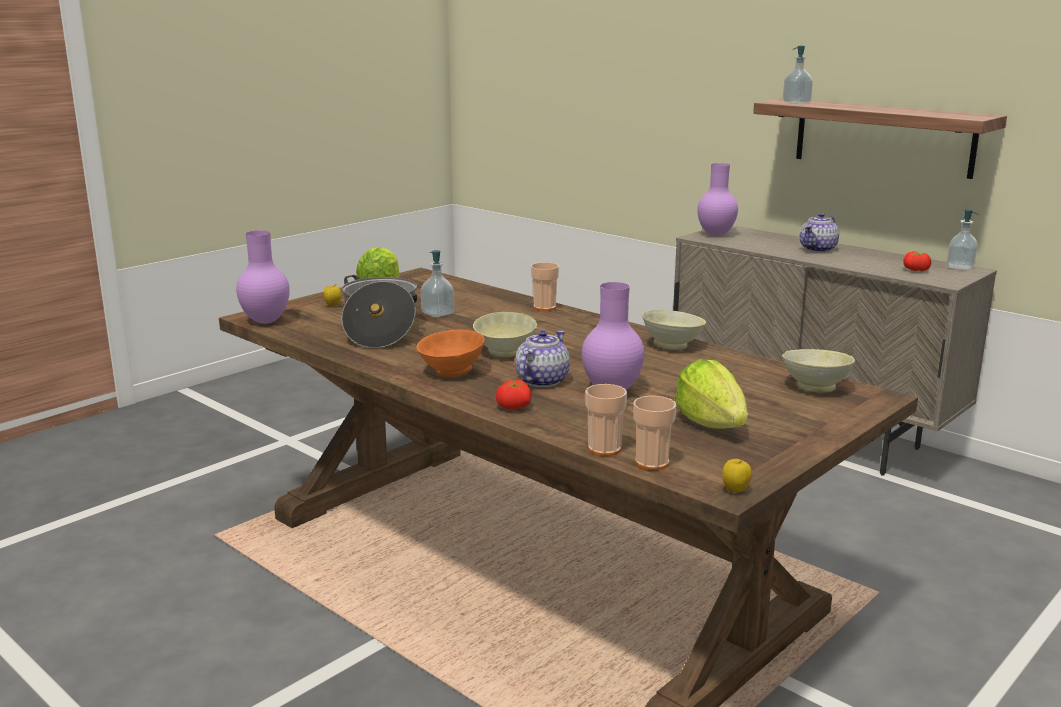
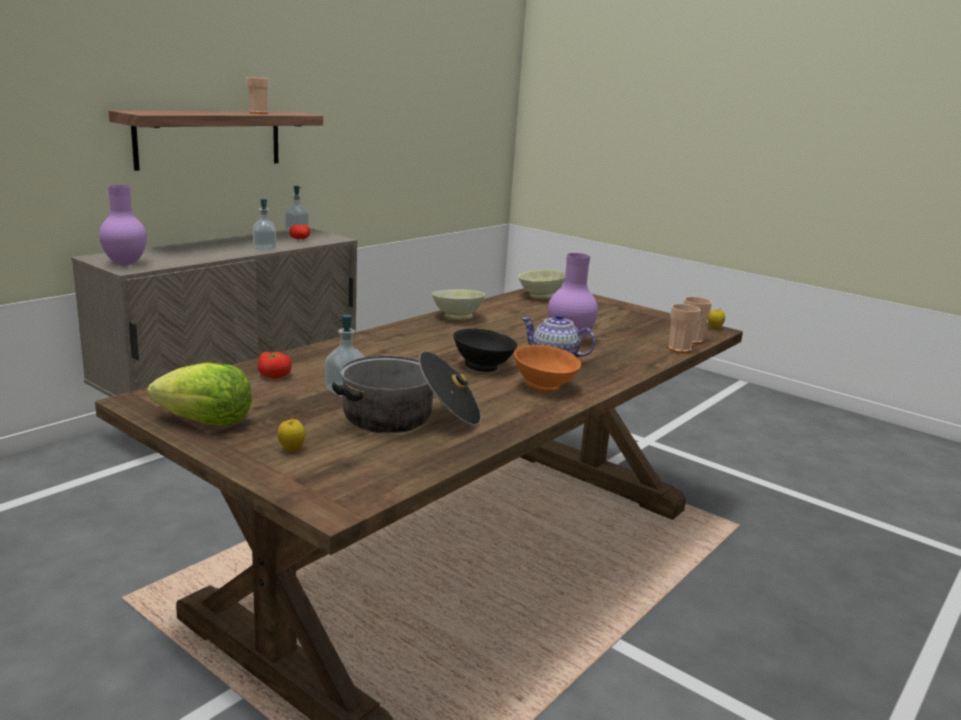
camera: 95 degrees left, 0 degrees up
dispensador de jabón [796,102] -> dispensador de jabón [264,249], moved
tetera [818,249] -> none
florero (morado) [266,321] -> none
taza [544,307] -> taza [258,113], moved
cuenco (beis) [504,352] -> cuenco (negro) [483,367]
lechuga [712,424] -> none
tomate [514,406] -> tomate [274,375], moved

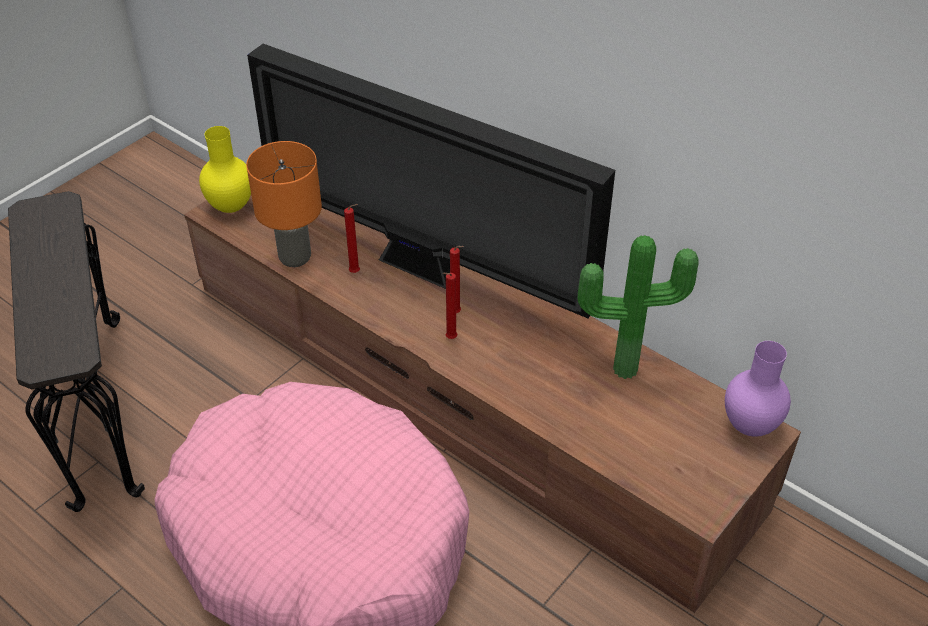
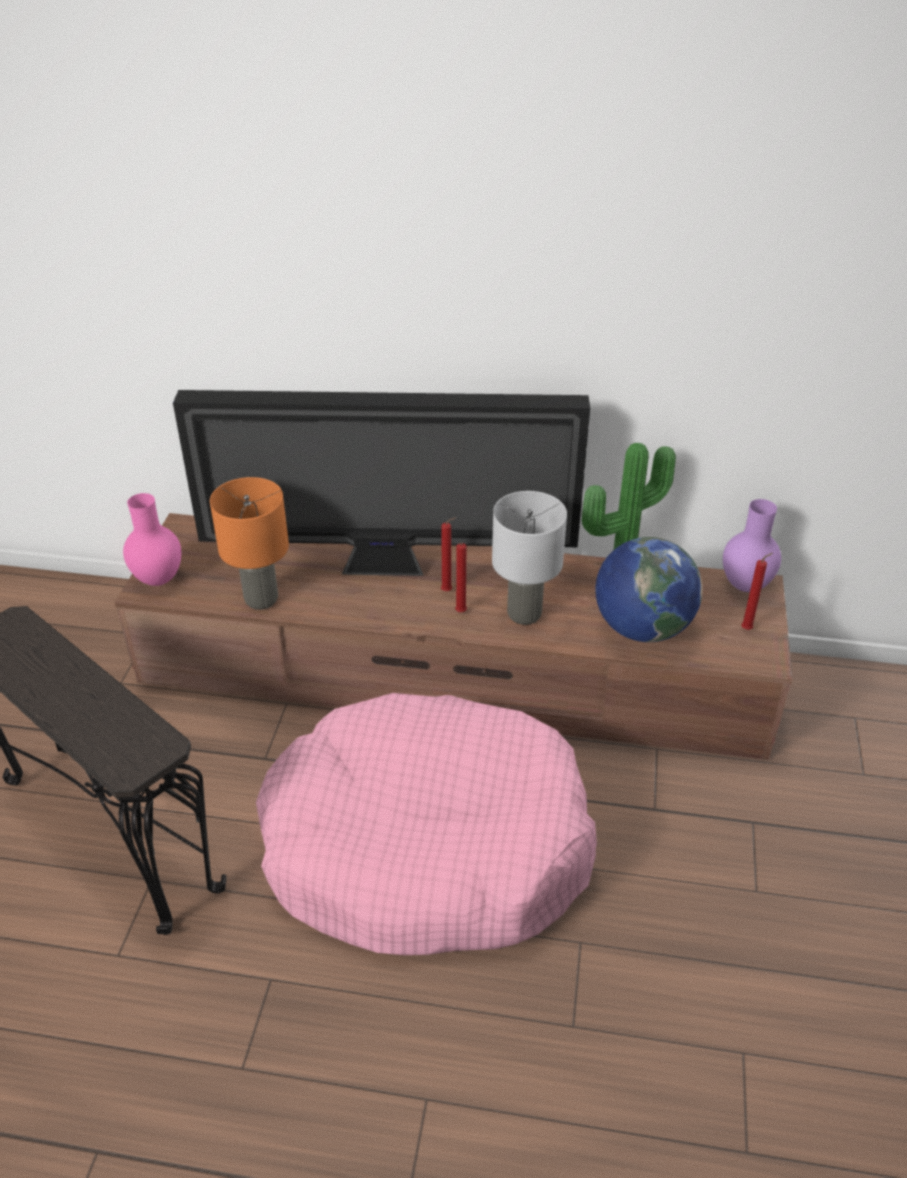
camera: 30 degrees left, 5 degrees down
florero (amarillo) [230,208] -> florero (rosa) [158,580]
vela (rojo) [356,272] -> vela (rojo) [748,629], moved
none -> lámpara de mesa (blanco) [523,614]
none -> globo terráqueo [642,628]

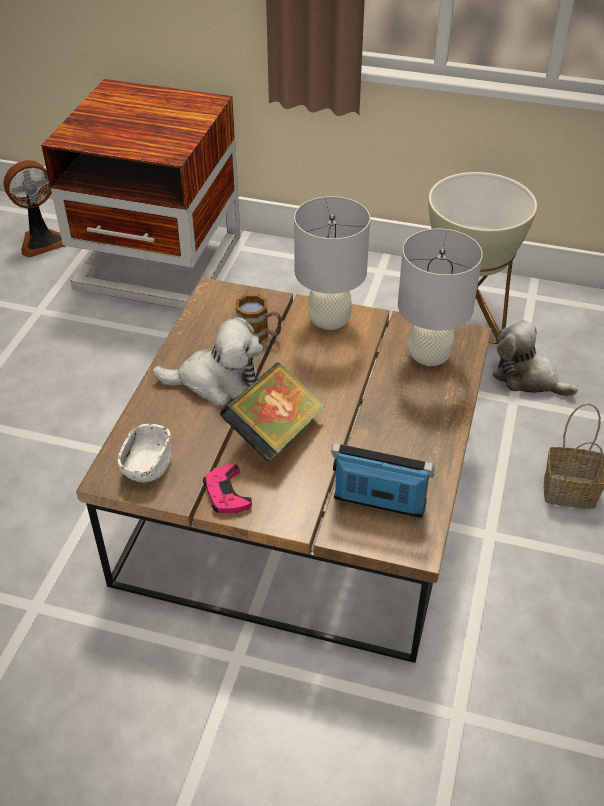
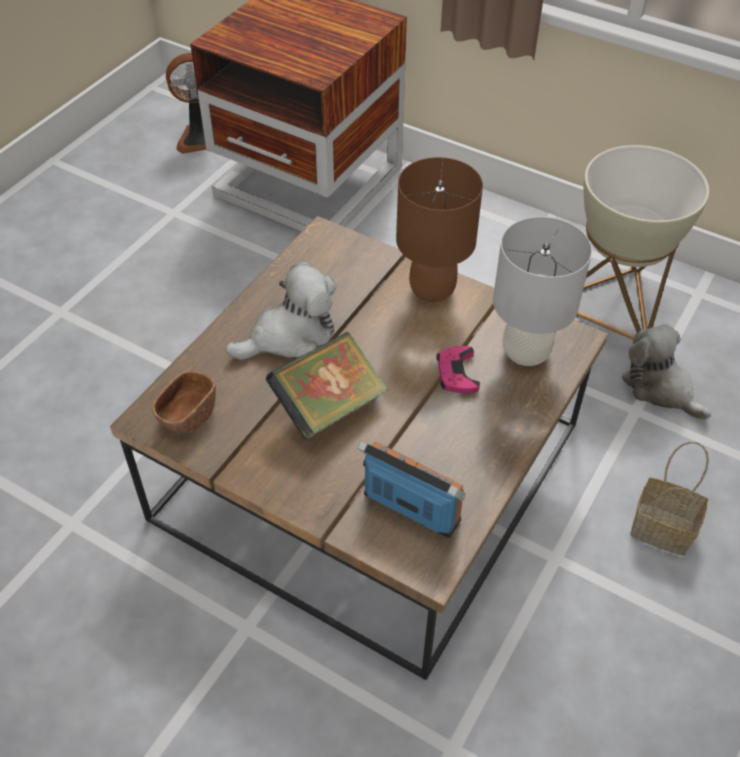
camera: 15 degrees right, 5 degrees up
lámpara de mesa (gris) [330,322] -> lámpara de mesa (marrón) [433,293]
taza grande [259,334] -> none
peluche [216,382] -> peluche [290,336], 45 degrees counterclockwise
cuenco (blanco) [147,466] -> cuenco (marrón) [188,415]
mando de consola (rosa) [226,493] -> mando de consola (rosa) [457,373], moved

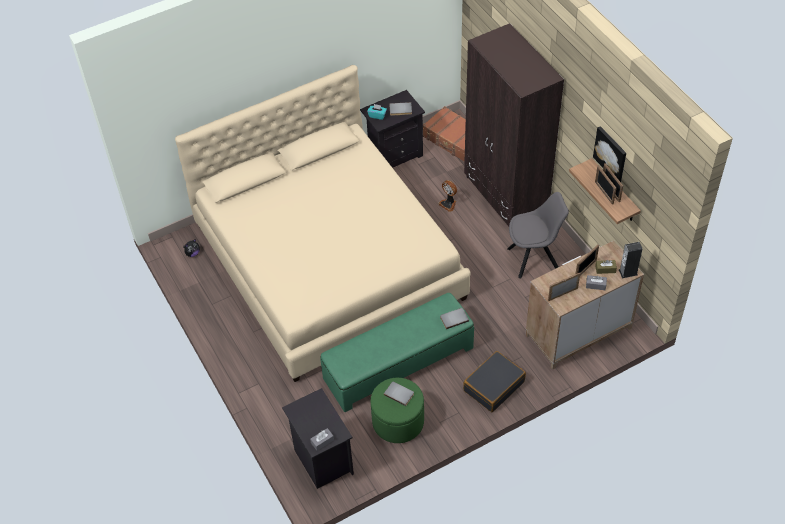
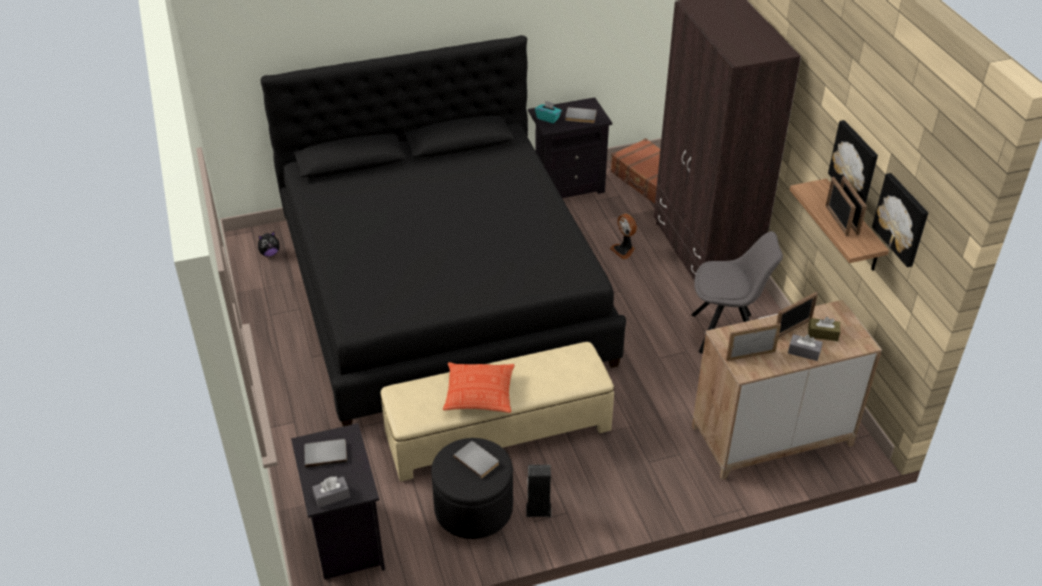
camera: 10 degrees right, 10 degrees down
cama (beis) [328,261] -> cama (negro) [442,290]
altavoz [628,272] -> altavoz [538,510], moved
banco (verde) [399,362] -> banco (beis) [499,430]
libro (gris) [454,318] -> libro (gris) [325,453], moved
maleta (negro) [493,386] -> none
puf (verde) [398,421] -> puf (negro) [473,508]
none -> cuadro [902,219]
none -> cojín (naranja) [479,395]

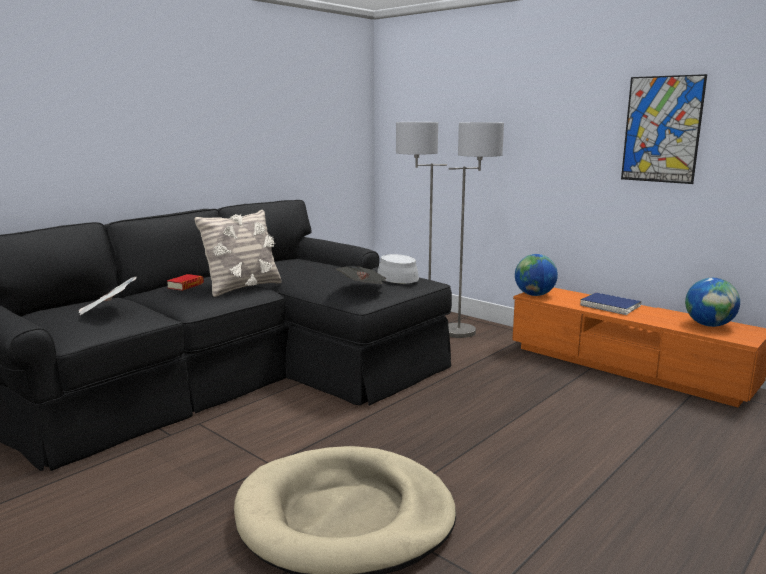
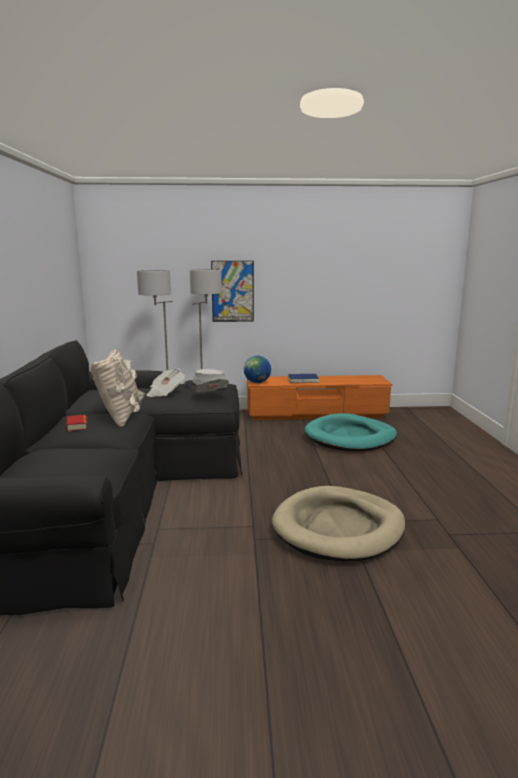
camera: 45 degrees left, 0 degrees up
cuadro [662,129] -> cuadro [232,291], moved
periódico [107,311] -> periódico [165,393], moved
globo terráqueo [709,325] -> none
none -> cama para perro (turquesa) [350,437]

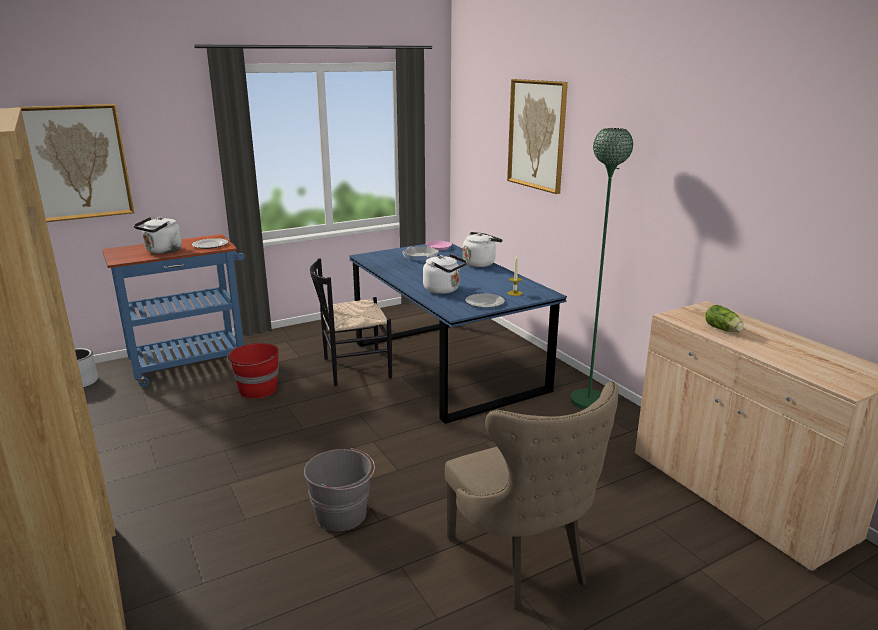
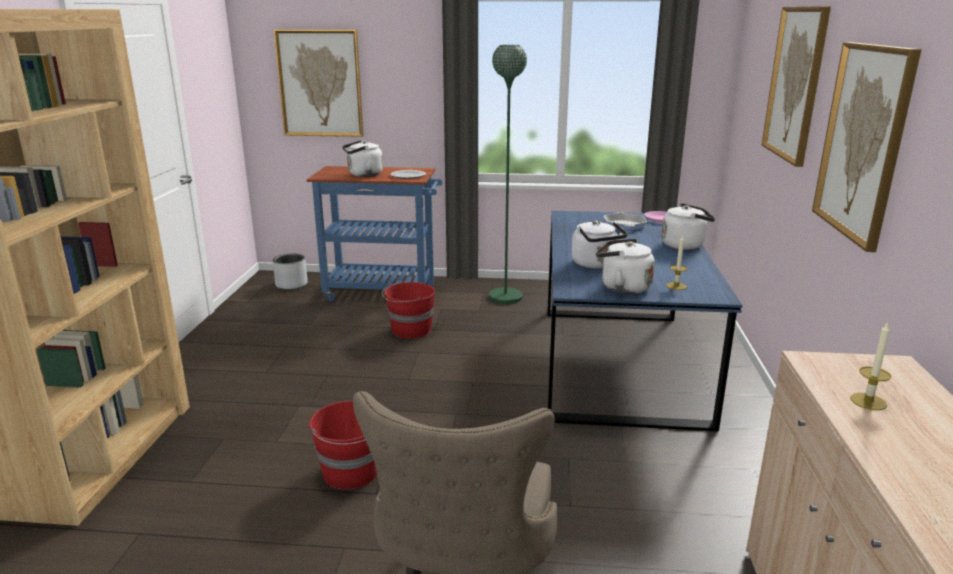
camera: 35 degrees right, 0 degrees up
lámpara de pie (verde) [589,401] -> lámpara de pie (verde) [505,297], moved
silla (negro) [353,369] -> none
plato [484,302] -> hervidor (blanco) [622,287]
lechuga [723,330] -> vela [868,401]
cubo (gris) [342,514] -> cubo (rojo) [352,472]
none -> cuadro [863,142]

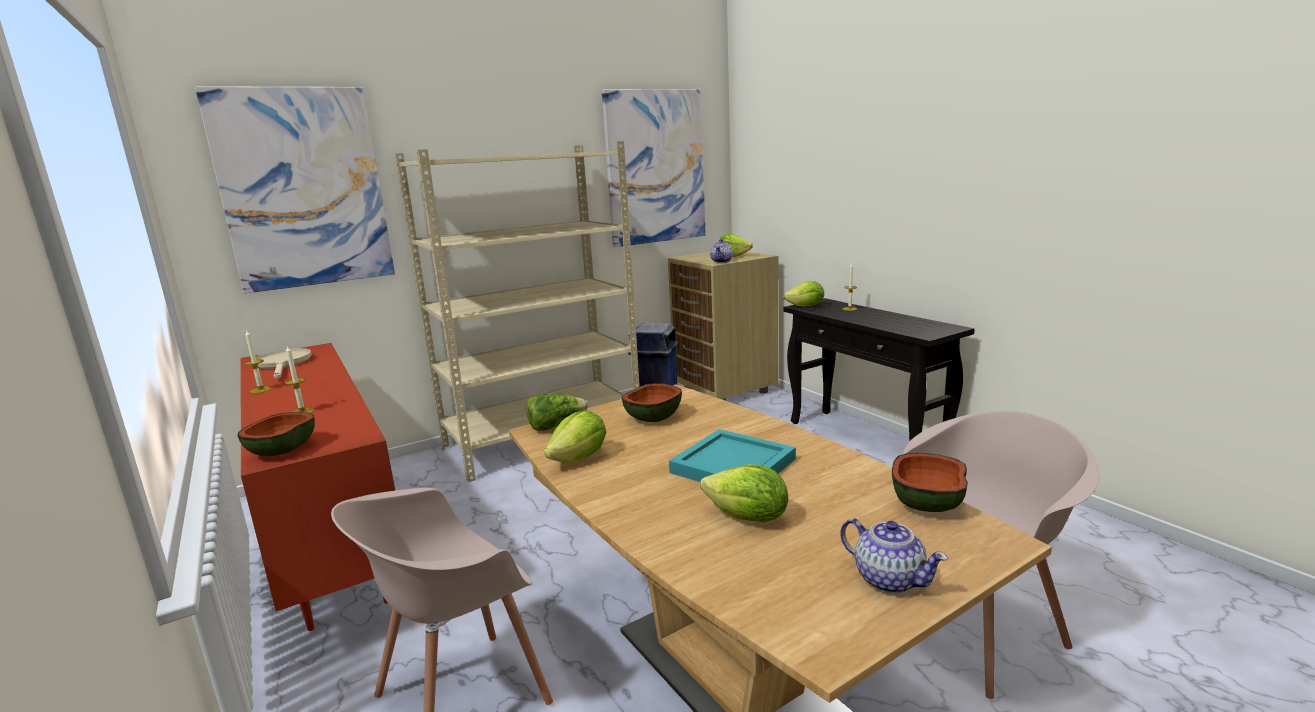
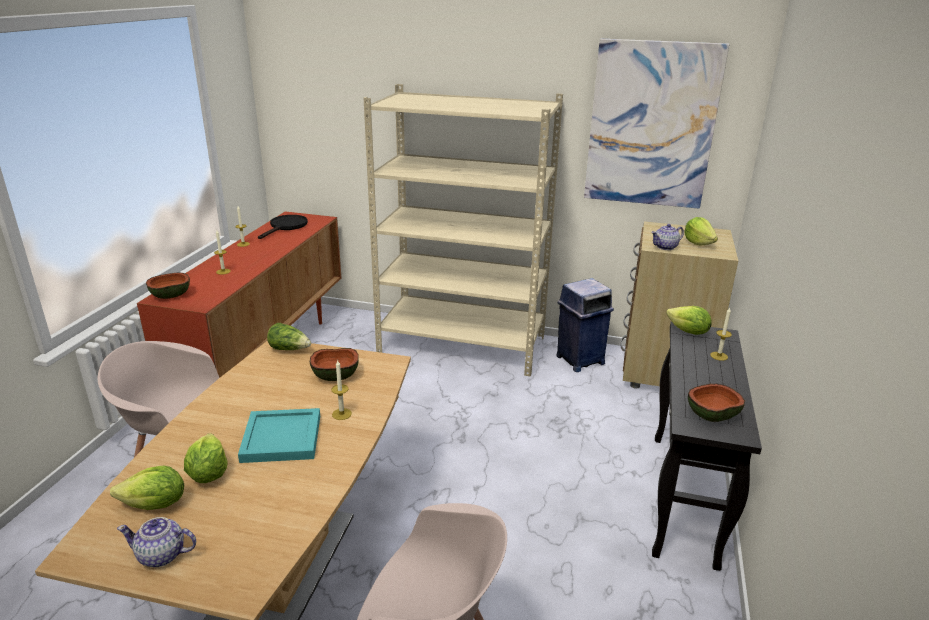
camera: 45 degrees right, 10 degrees up
cuadro [303,189] -> none
sartén (beis) [283,364] -> sartén (negro) [286,227]
lechuga [579,458] -> lechuga [155,505], moved
cuenco [928,504] -> cuenco [712,416], moved
tetera [888,579] -> tetera [162,555], 90 degrees clockwise
none -> vela [341,414]

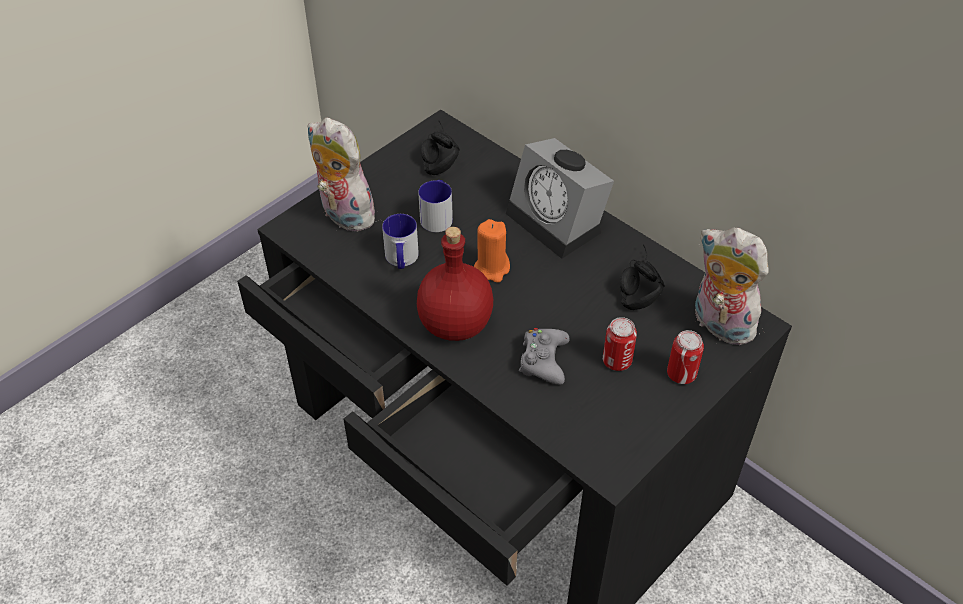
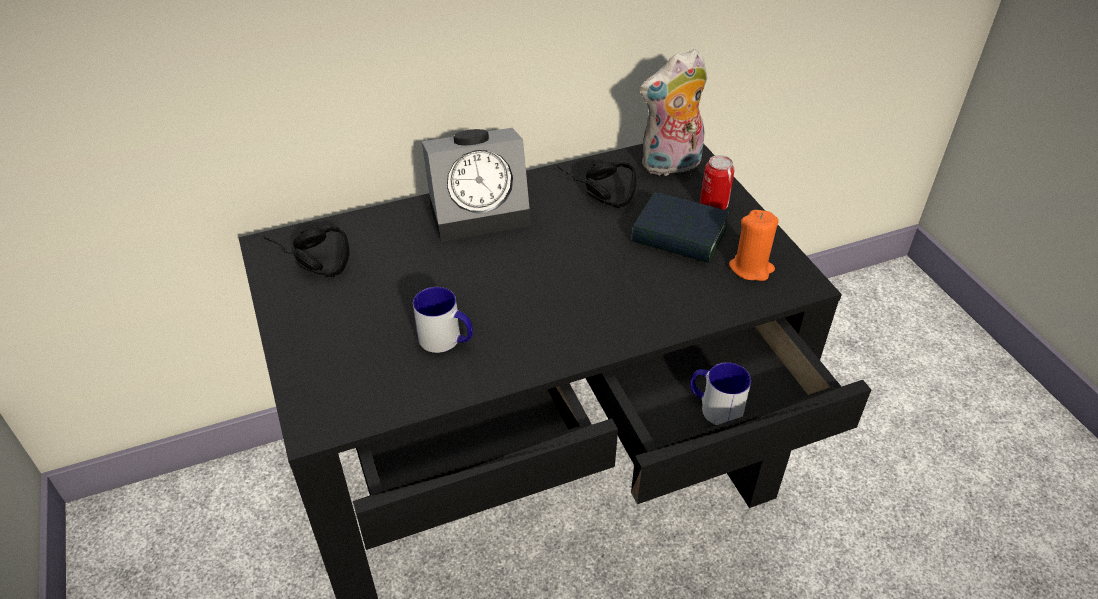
camera: 65 degrees left, 5 degrees down
peluche [343,215] -> none
taza grande [437,216] -> taza grande [714,407], moved
vela (naranja) [492,268] -> vela (naranja) [751,268], moved
botella (rojo) [456,323] -> none
lata [617,361] -> libro [679,236]
mando de consola (gris) [543,360] -> none

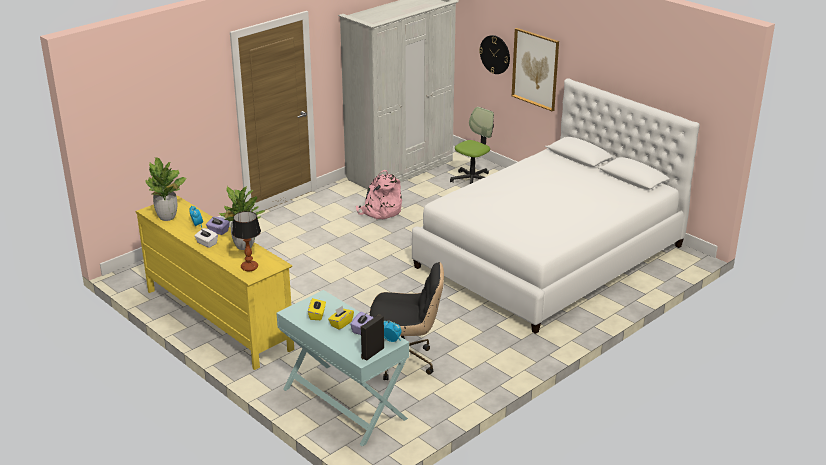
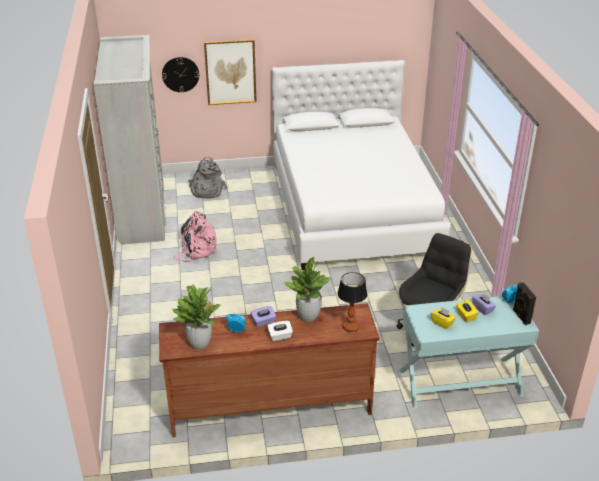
camera: 55 degrees left, 5 degrees up
silla de oficina [472,180] -> mochila (gris) [206,191]
cómoda (amarillo) [218,319] -> cómoda (marrón) [270,407]

